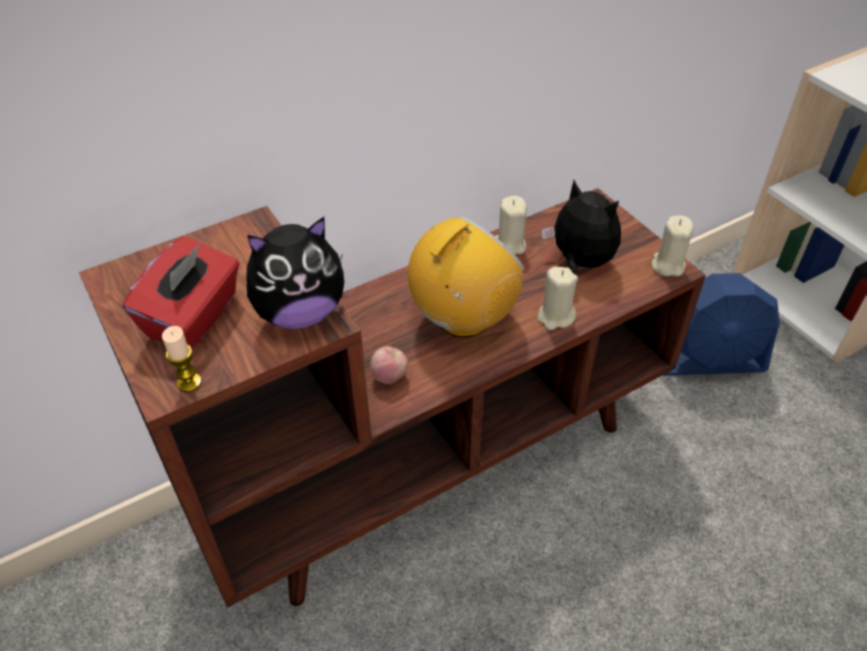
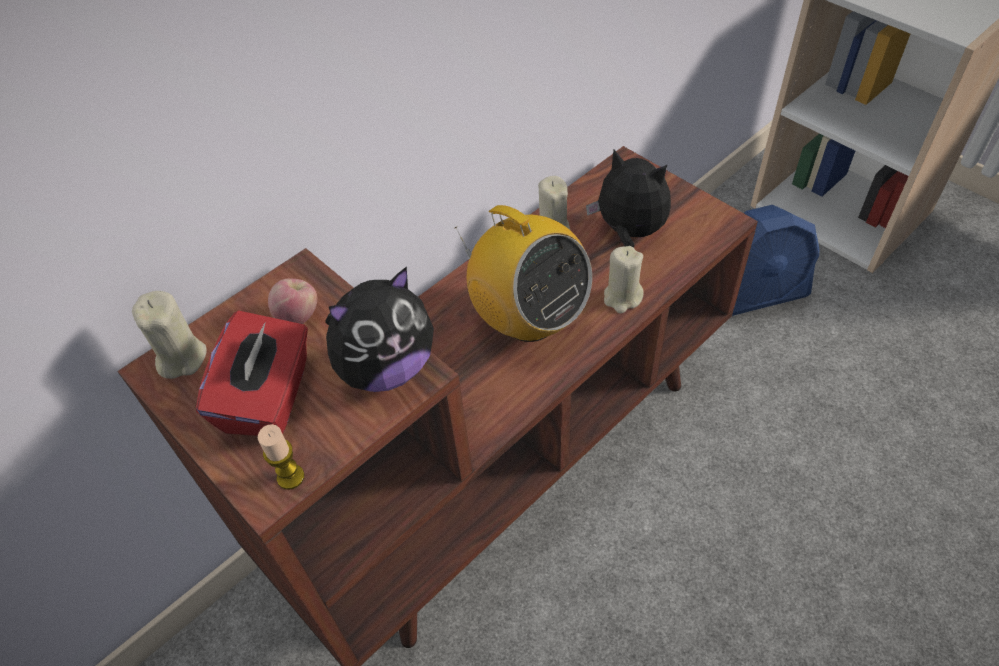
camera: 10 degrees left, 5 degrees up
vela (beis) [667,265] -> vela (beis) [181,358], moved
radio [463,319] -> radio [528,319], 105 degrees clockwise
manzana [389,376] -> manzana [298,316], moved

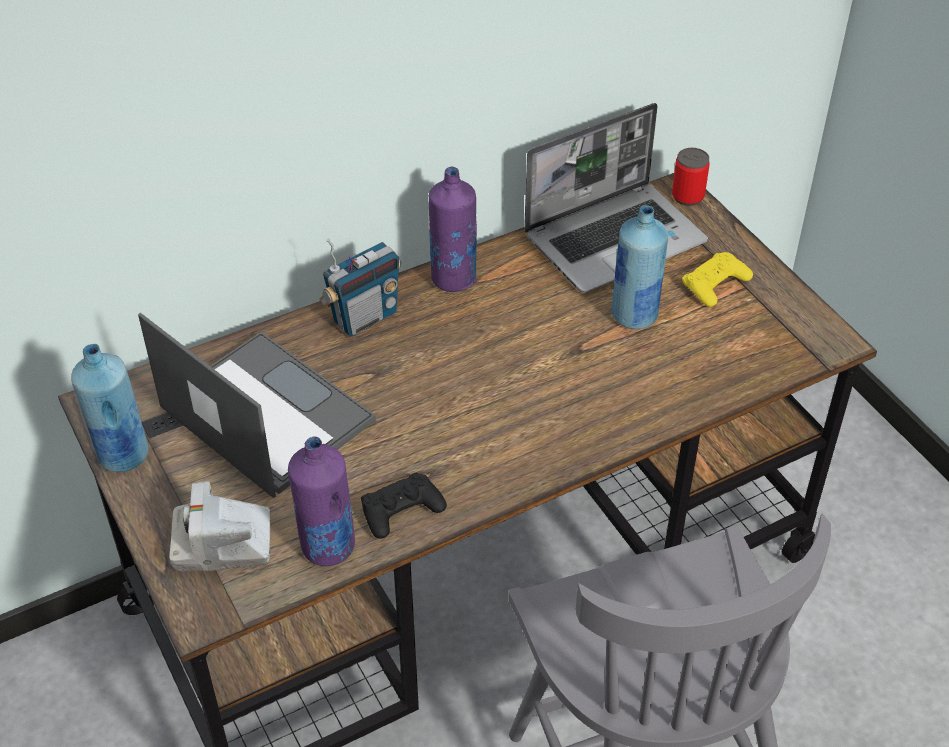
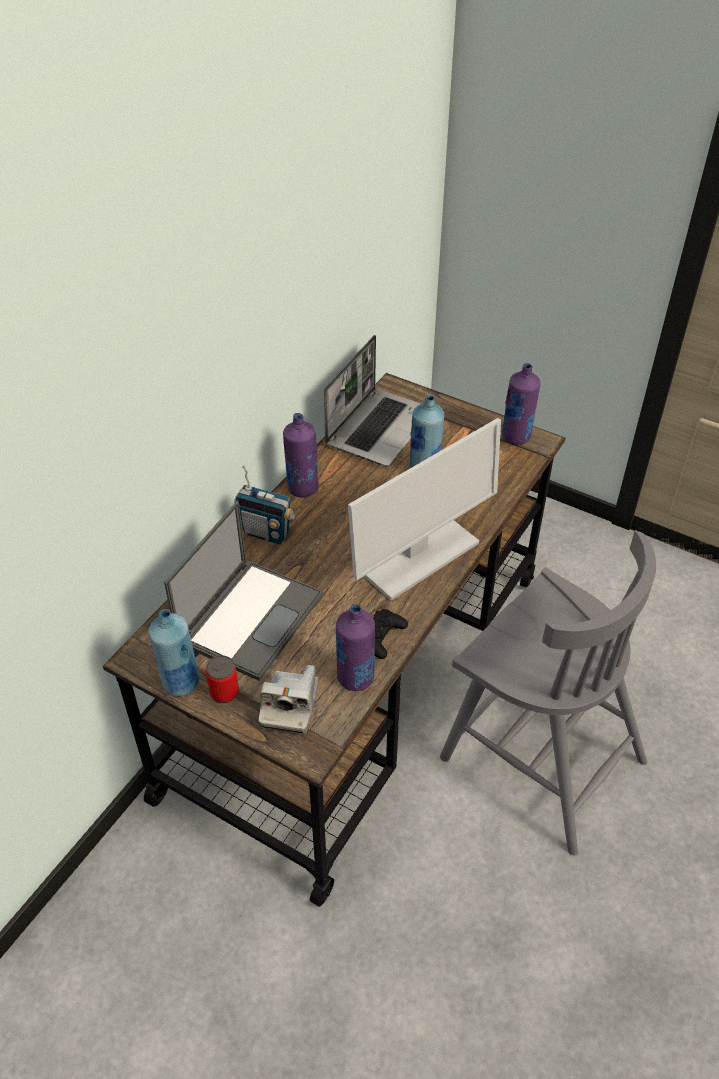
camera: 30 degrees left, 0 degrees up
lata [687,196] -> lata [224,692], moved
radio [364,317] -> radio [266,533], 90 degrees clockwise
mando de consola (amarillo) [715,284] -> none
portátil [264,413] -> portátil [251,617], 105 degrees clockwise
cámara [222,543] -> cámara [290,706], 45 degrees counterclockwise
none -> botella (morado) [516,437]
none -> monitor [416,556]

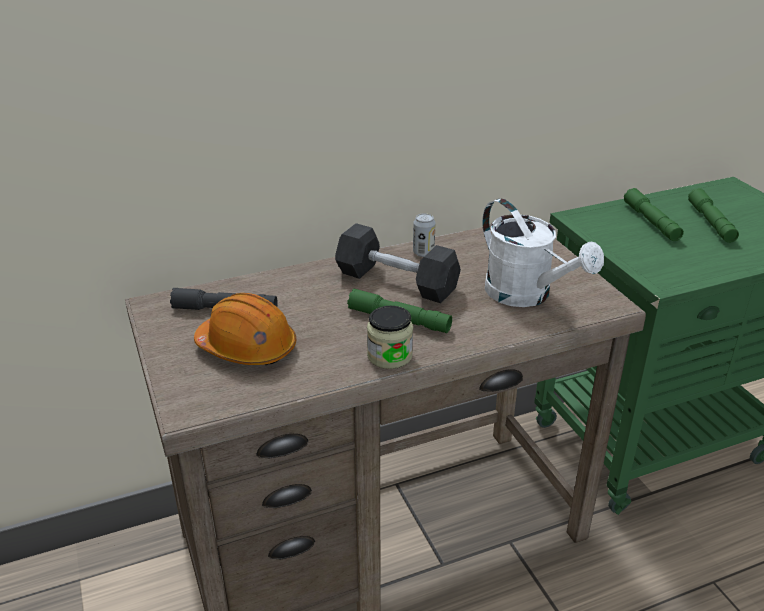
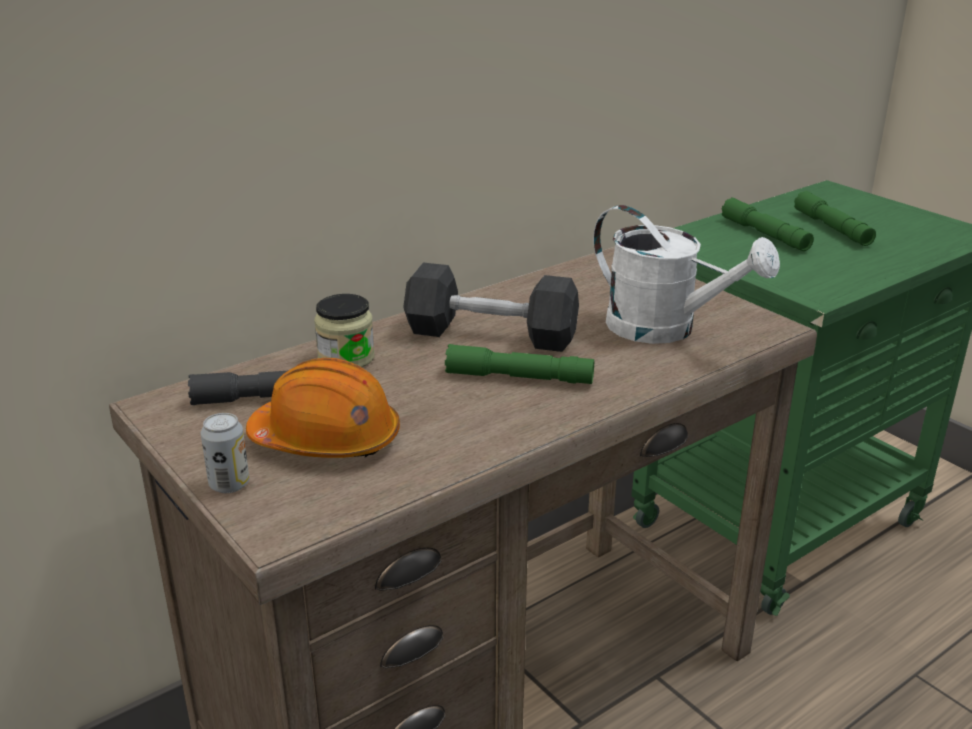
camera: 15 degrees left, 5 degrees down
lata [423,253] -> lata [229,484], moved
tarro [389,356] -> tarro [346,358], moved

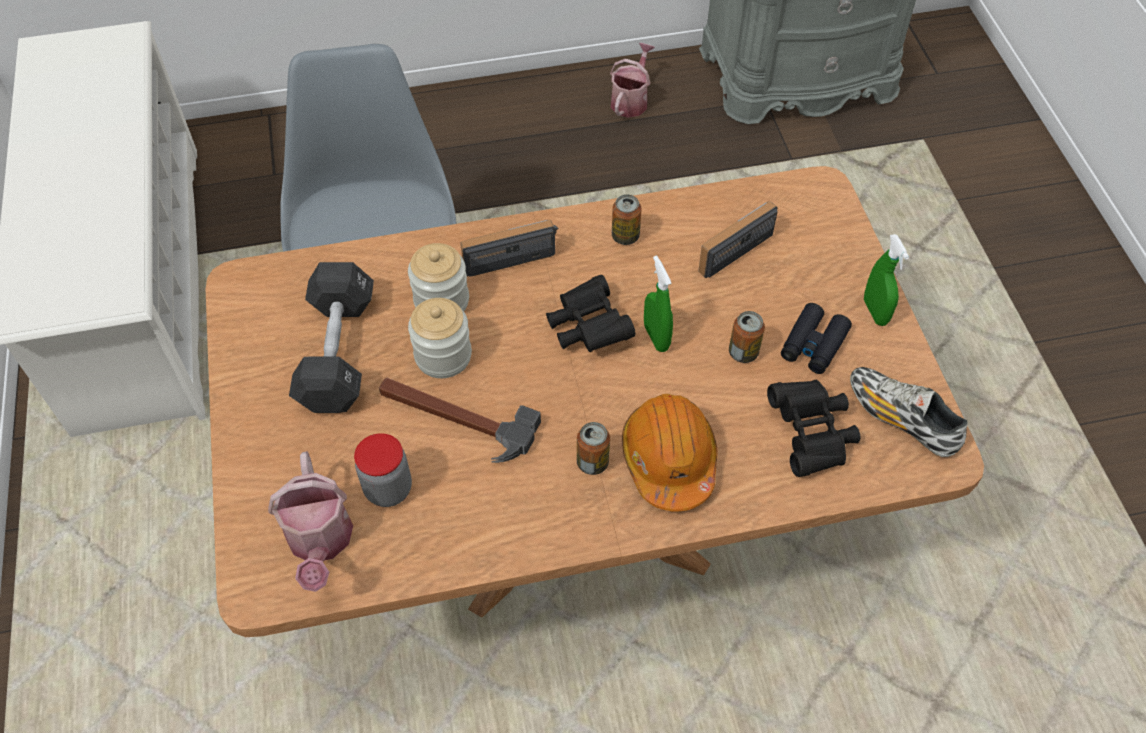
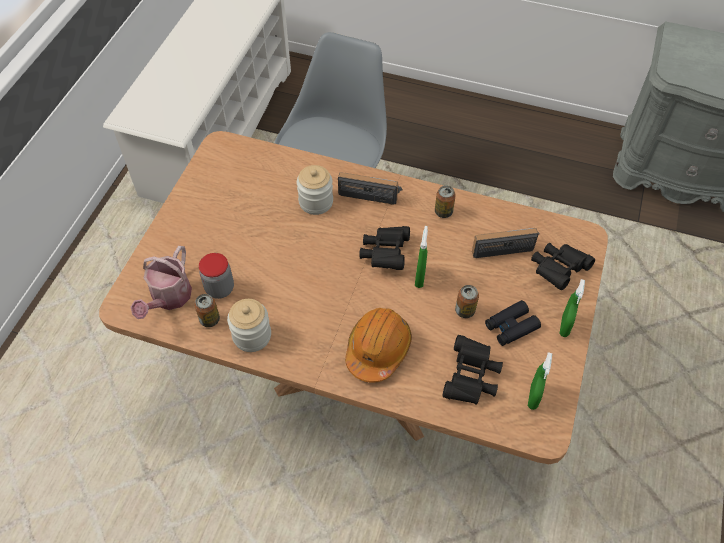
camera: 30 degrees right, 0 degrees up
regadera [631,100] -> none
mancuerna (negro) [337,352] -> none
tarro [443,356] -> tarro [252,335], moved
zapato [901,419] -> pulverizador (verde) [533,397]
martillo [455,418] -> none
lata [592,462] -> lata [210,319], moved
none -> prismáticos (negro) [558,270]

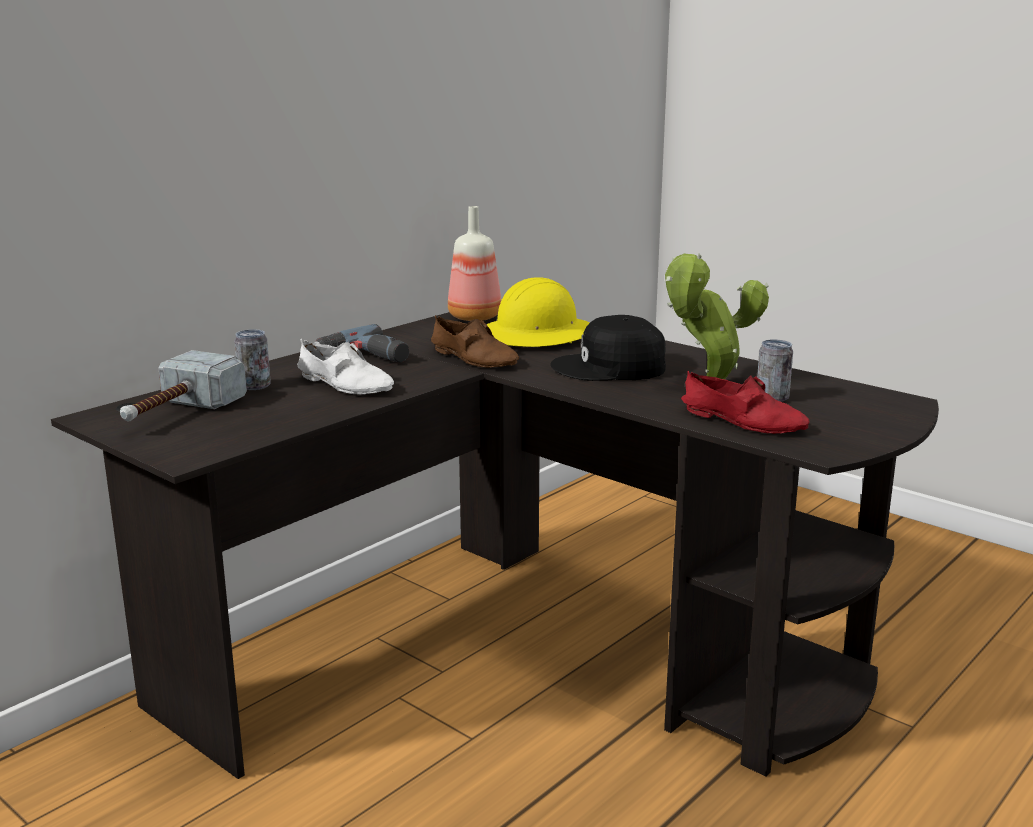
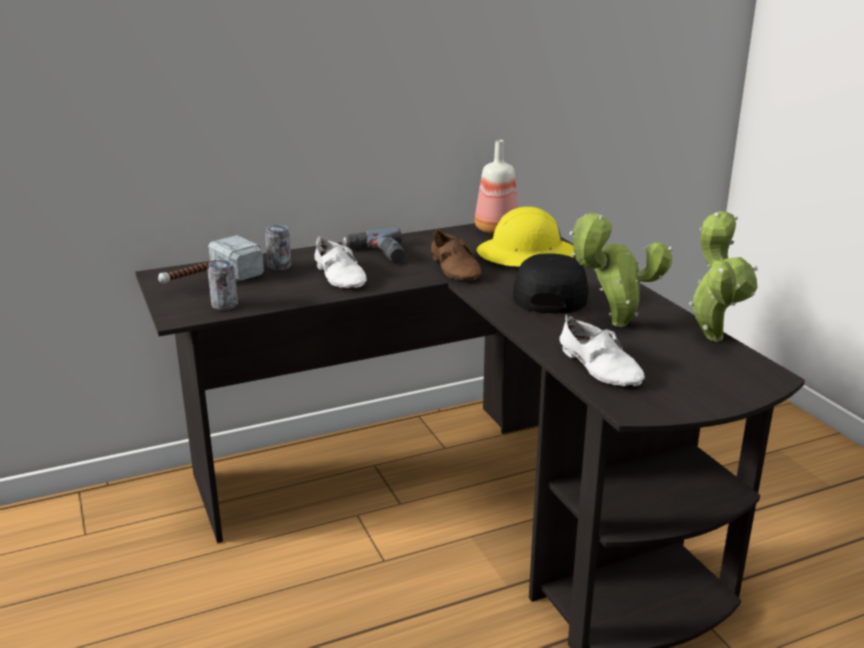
camera: 25 degrees right, 5 degrees up
gorra (negro) [610,368] -> gorra (negro) [549,295], 75 degrees clockwise
lata [772,397] -> lata [224,306], moved
zapato (rojo) [744,420] -> zapato (blanco) [601,365]
none -> planta en maceta [712,335]

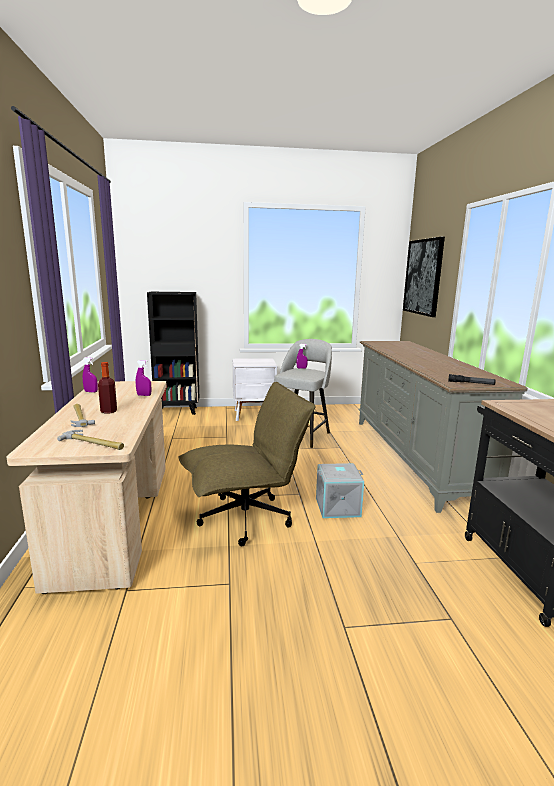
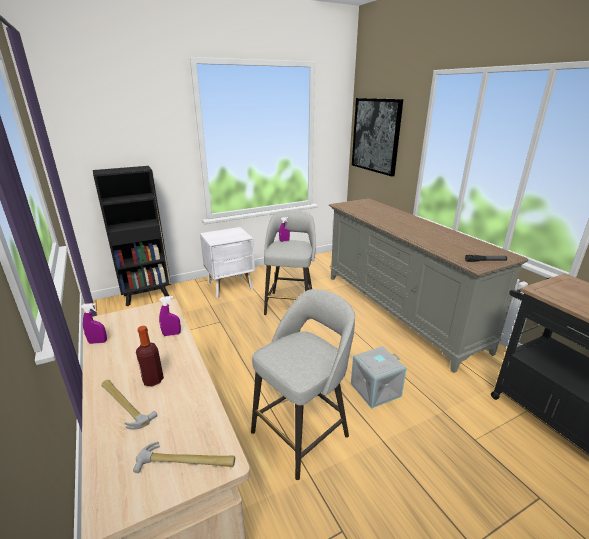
camera: 20 degrees left, 10 degrees up
silla de oficina (beis) [243,518] -> taburete (gris) [302,432]

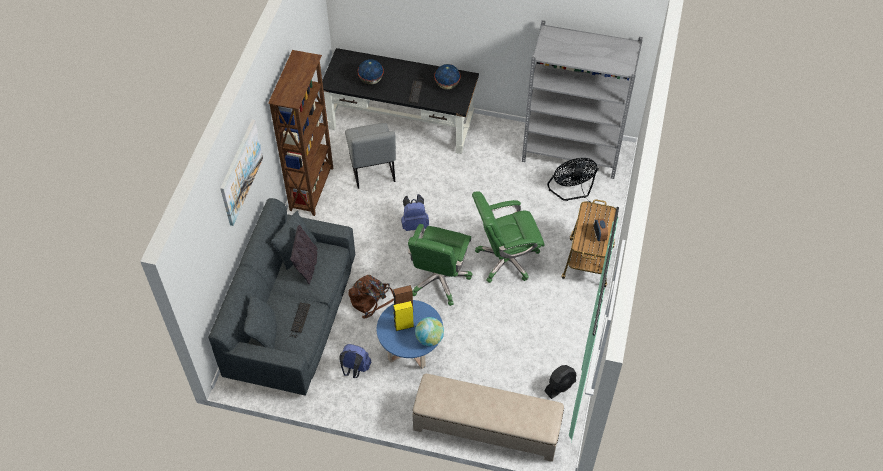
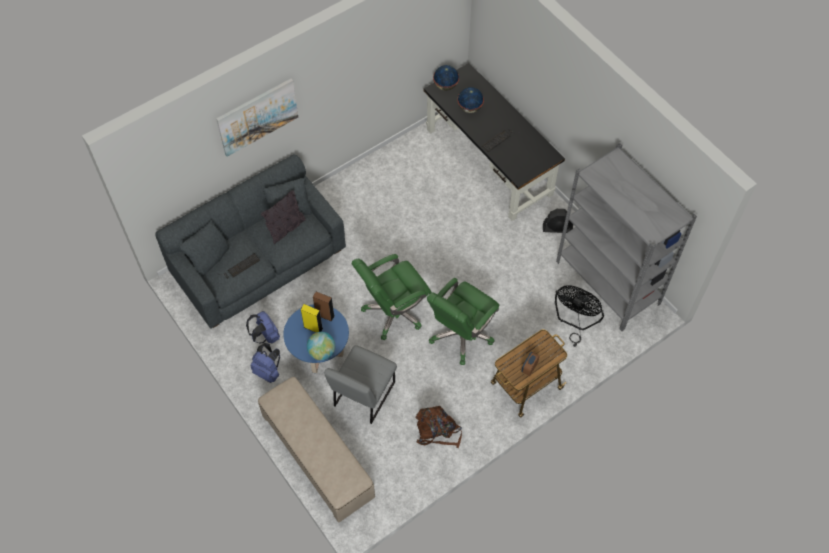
camera: 40 degrees right, 5 degrees up
estantería (marrón) [312,188] -> none
globo terráqueo [447,85] -> globo terráqueo [446,86], moved
silla (gris) [372,169] -> silla (gris) [363,395], moved
silla de oficina (verde) [506,260] -> silla de oficina (verde) [461,335], 75 degrees counterclockwise
mochila (azul) [414,224] -> mochila (azul) [268,371], moved
mochila (marrón) [371,300] -> mochila (marrón) [437,430], moved
ventilador (negro) [560,386] -> ventilador (negro) [557,228], moved

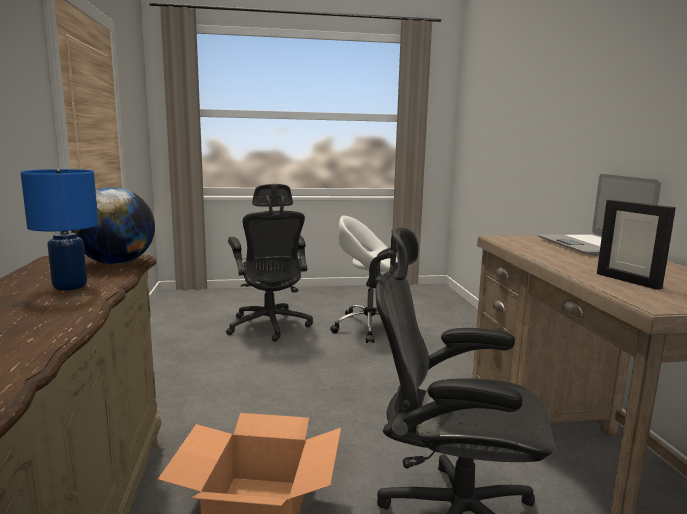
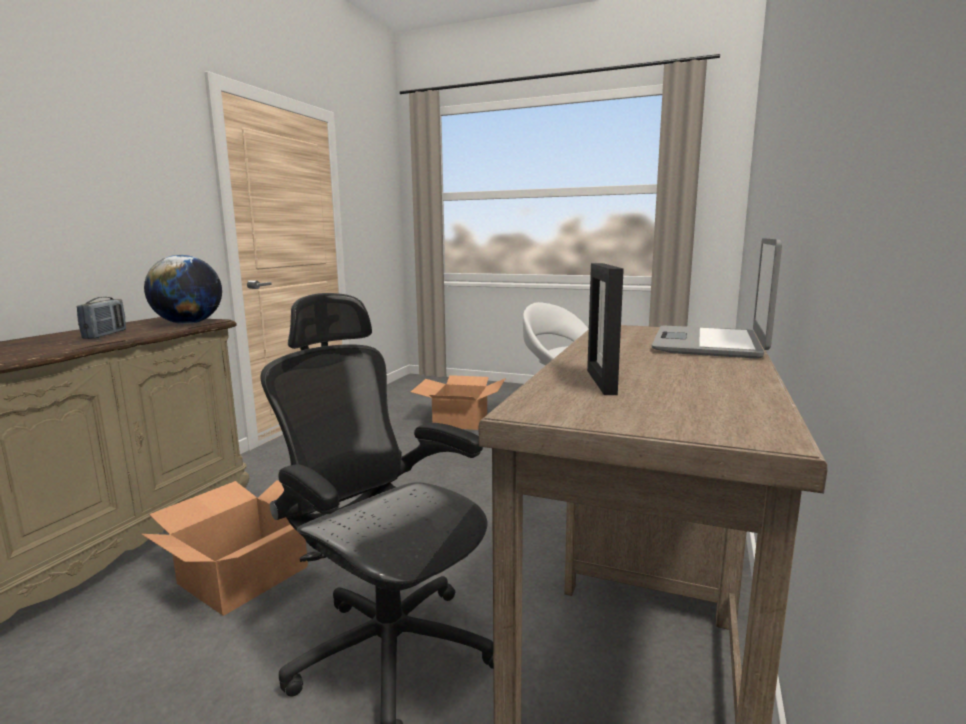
camera: 30 degrees right, 0 degrees up
lámpara de mesa (azul) [68,287] -> radio [105,335]
silla de oficina [269,328] -> caja de cartón [460,420]

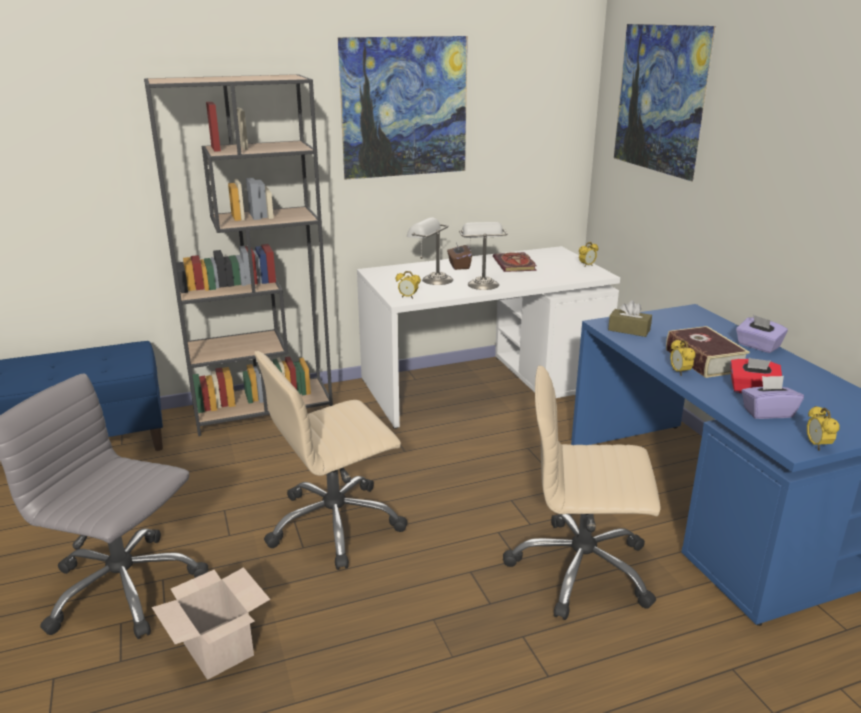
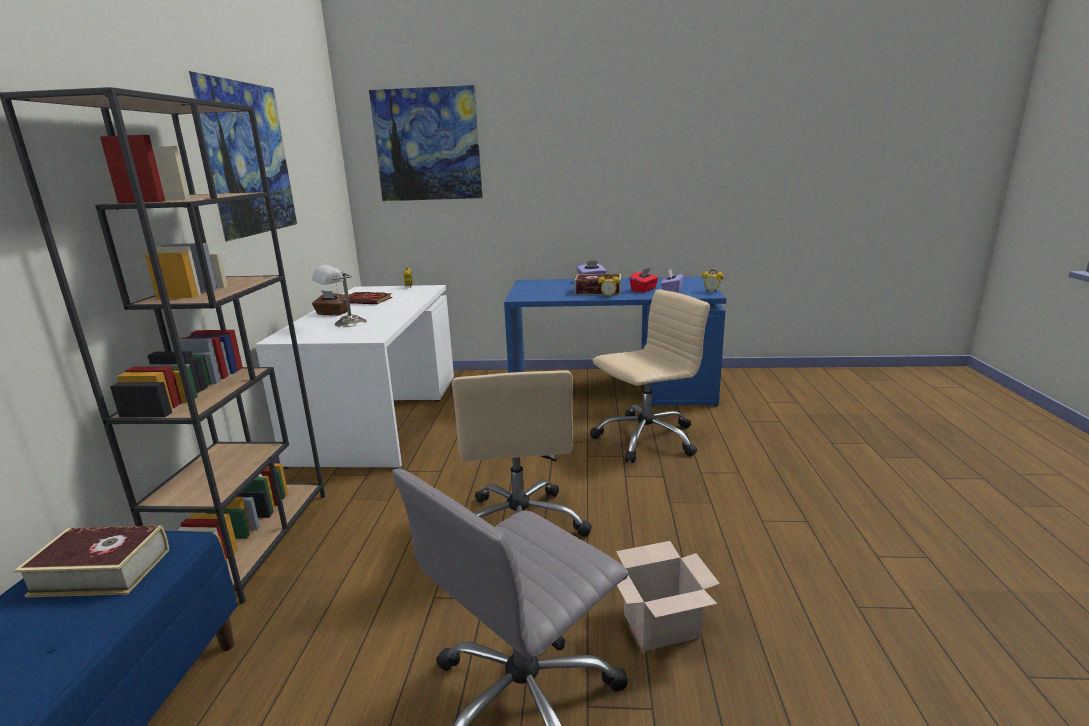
camera: 65 degrees left, 5 degrees down
lámpara de mesa (blanco) [481,282] -> none
despertador [408,297] -> none
caja de pañuelos (marrón) [629,330] -> none
silla de oficina (beis) [580,569] -> silla de oficina (beis) [646,438], 150 degrees counterclockwise
none -> libro [101,572]

